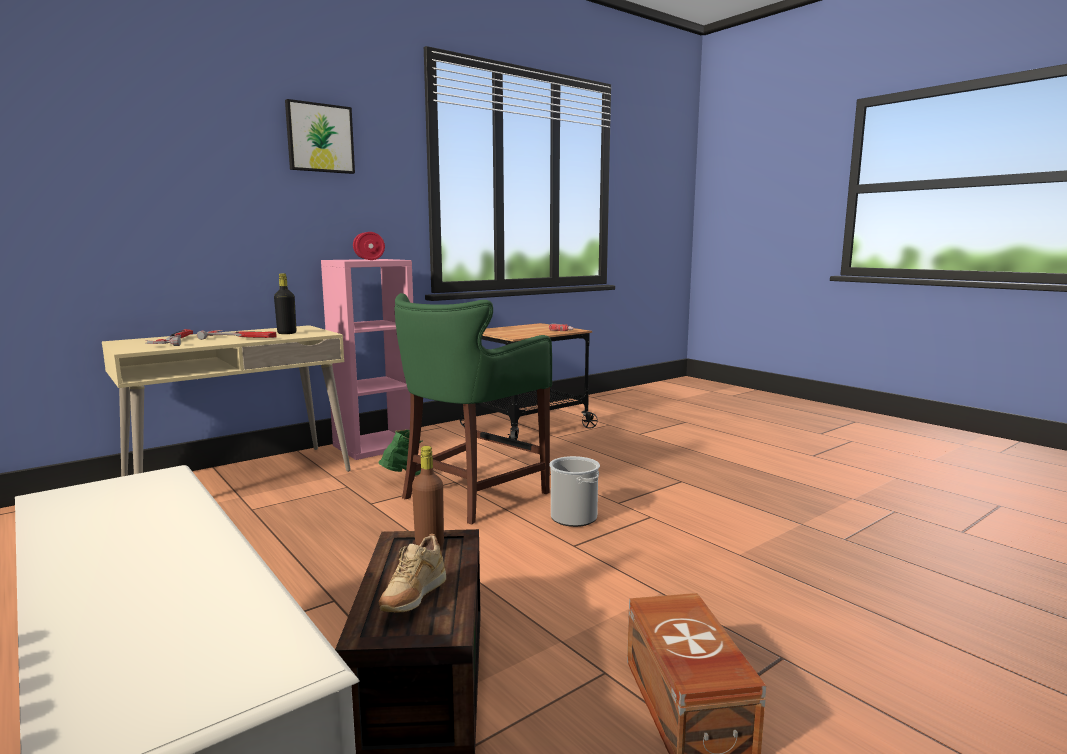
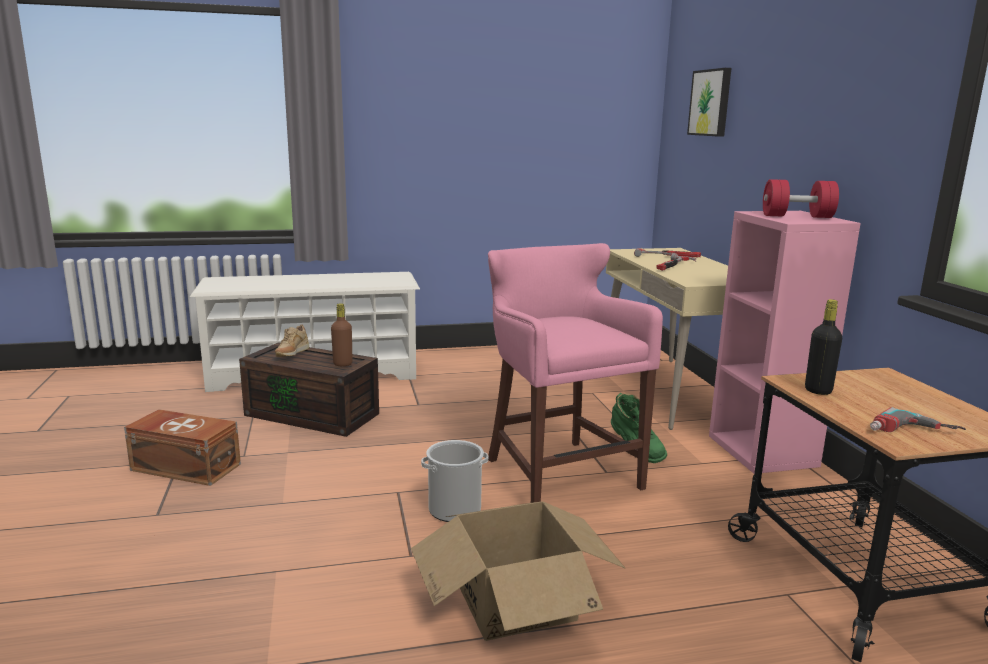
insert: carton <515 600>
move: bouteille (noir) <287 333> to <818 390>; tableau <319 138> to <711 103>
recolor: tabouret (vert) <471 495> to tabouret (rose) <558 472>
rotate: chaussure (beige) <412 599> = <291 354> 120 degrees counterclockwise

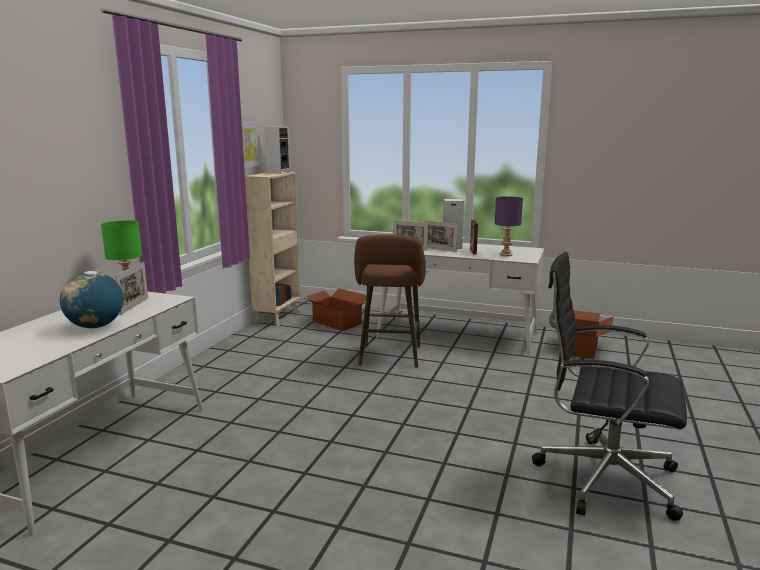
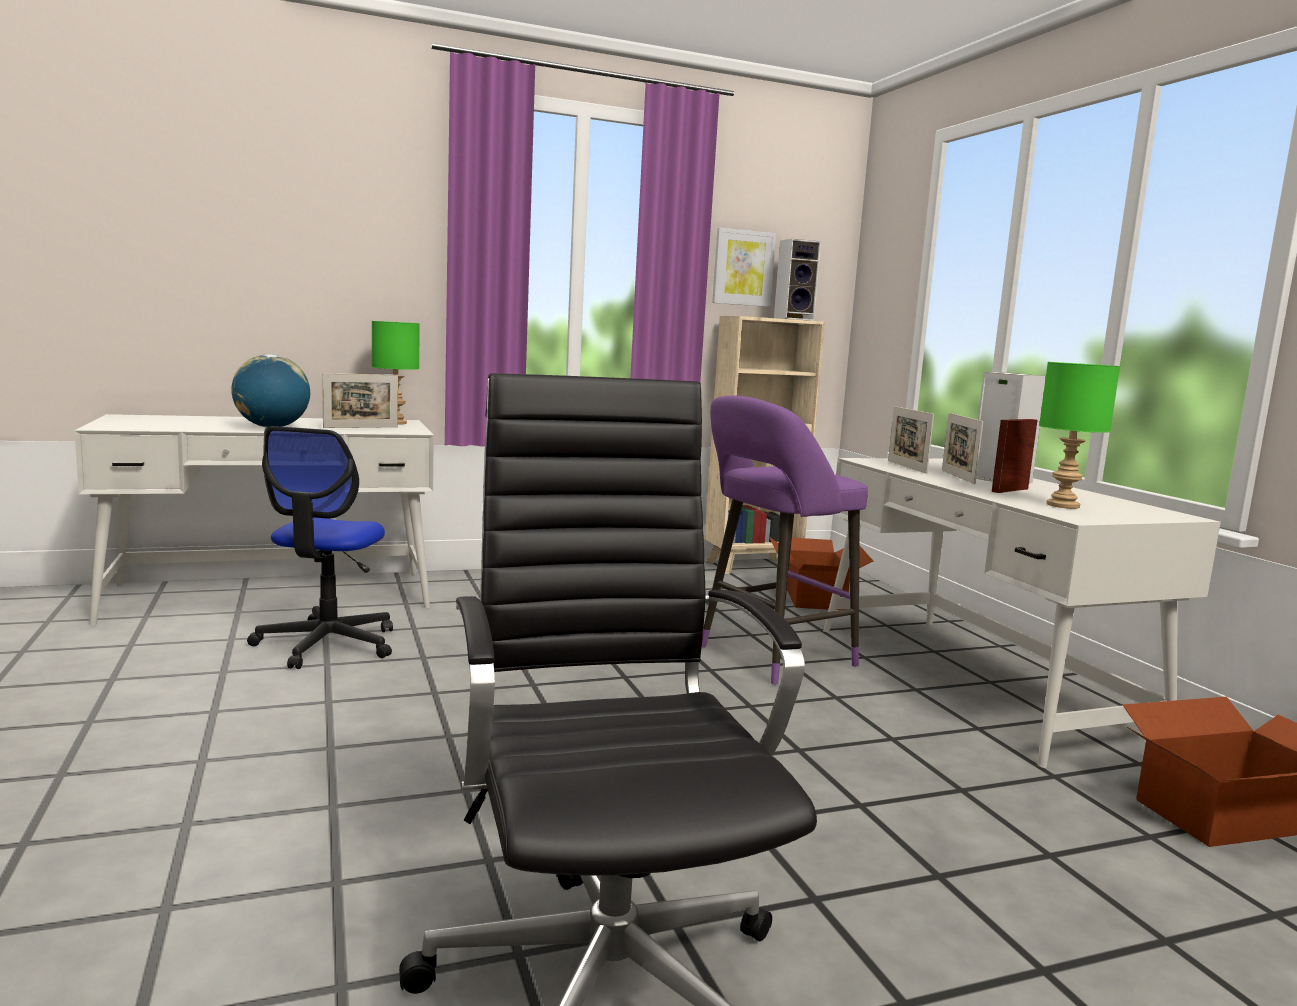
insert: chaise de bureau <327 644>
recolor: tabouret (marron) <389 357> to tabouret (violet) <770 657>; lampe de table (violet) <505 254> to lampe de table (vert) <1062 505>

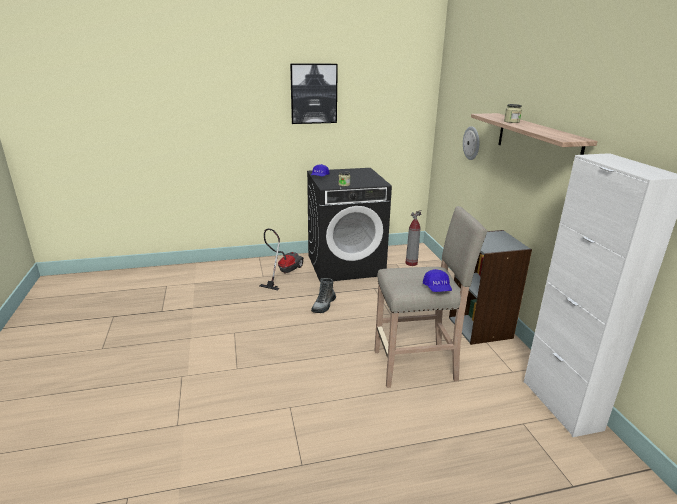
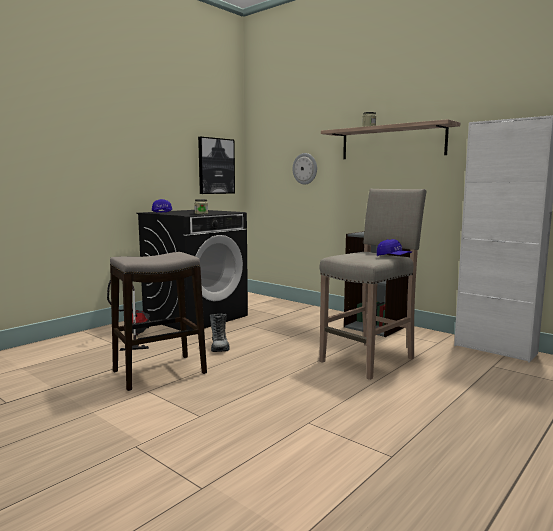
delete: extincteur <411 263>
insert: tabouret <159 372>
move: tableau <313 93> to <216 166>

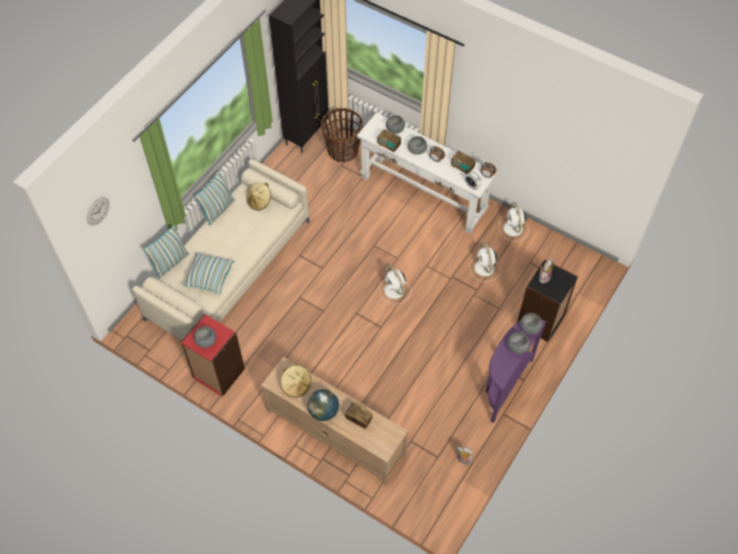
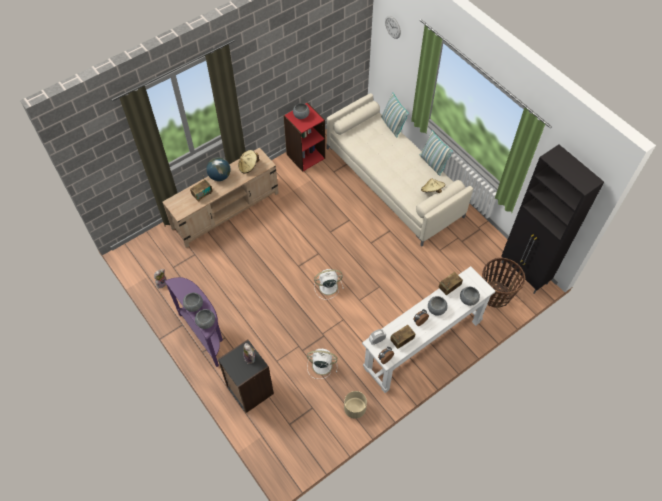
delete: coussin <209 277>
replace: ventilateur (blanc) <513 229> to cache-pot (beige) <354 409>

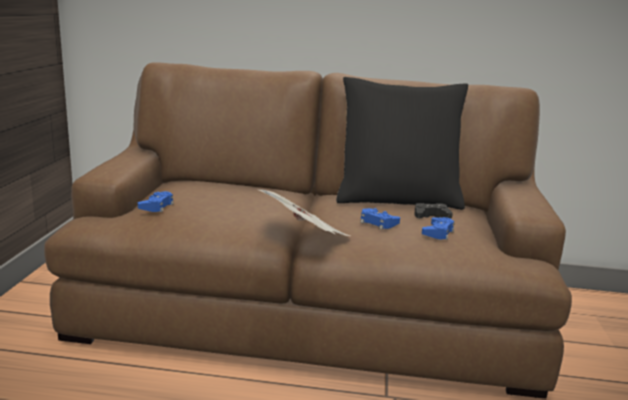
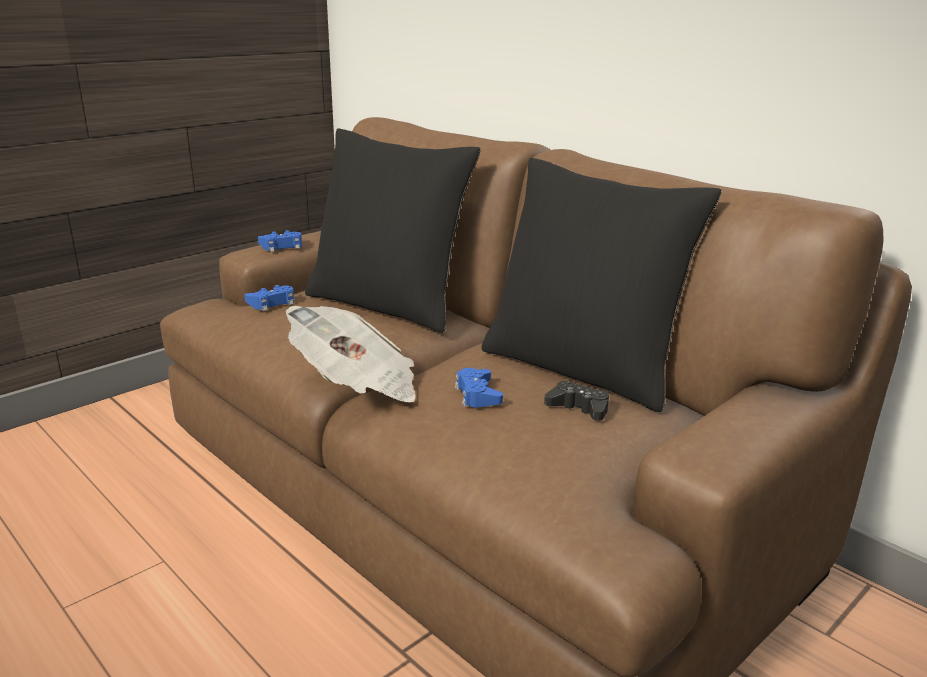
insert: coussin (noir) <389 304>
move: manette (bleu) <438 233> to <282 246>

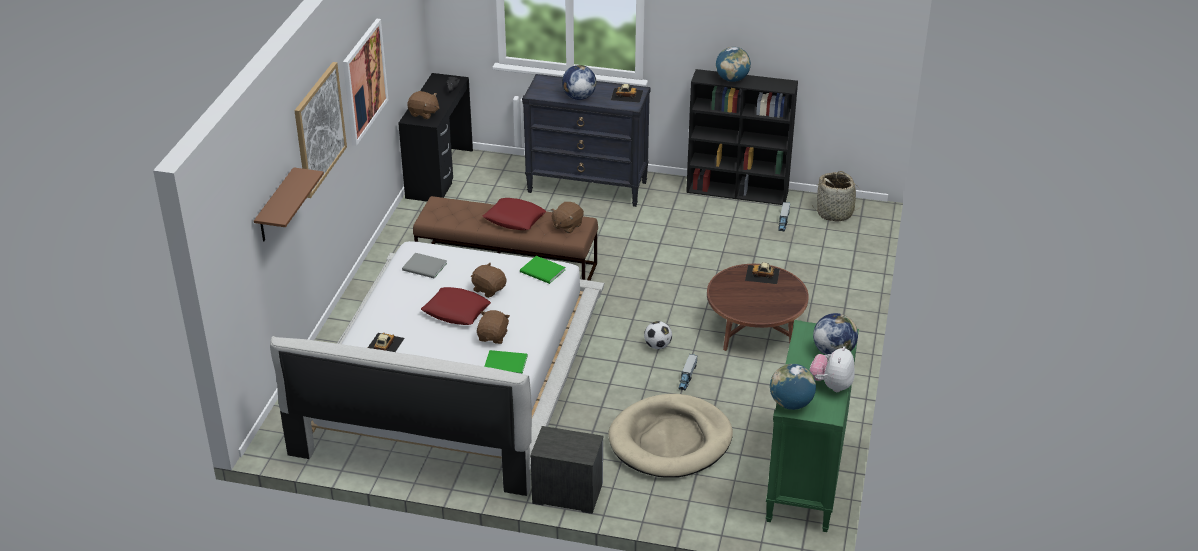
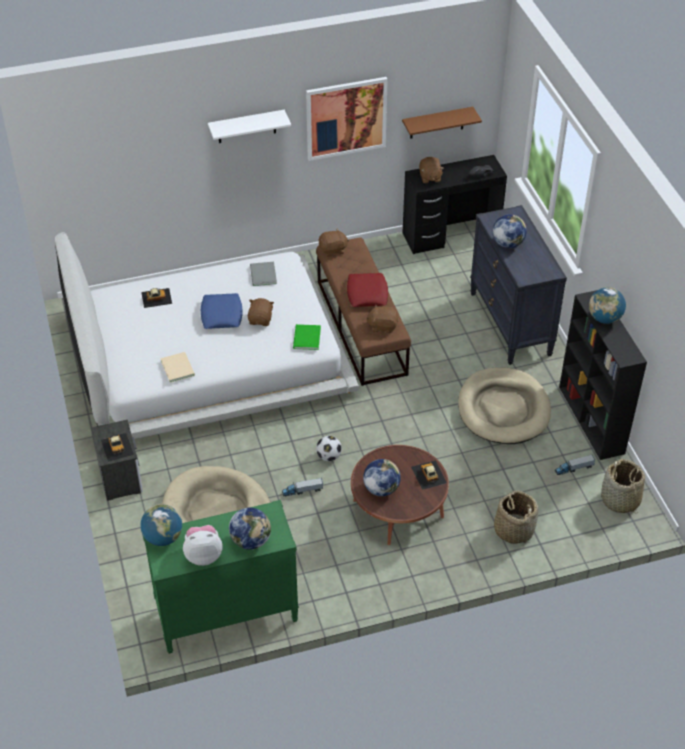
insert: globe <381 489>; panier pour chien (beige) <503 409>; panier <513 529>
move: étagère (marron) <275 207> to <437 123>; peluche (marron) <493 336> to <333 250>; petite voiture <626 95> to <117 446>
replace: tableau <319 129> to étagère (blanc) <246 126>
recolor: coussin (rouge) <456 311> to coussin (bleu) <221 315>; livre (vert) <504 363> to livre (beige) <178 367>

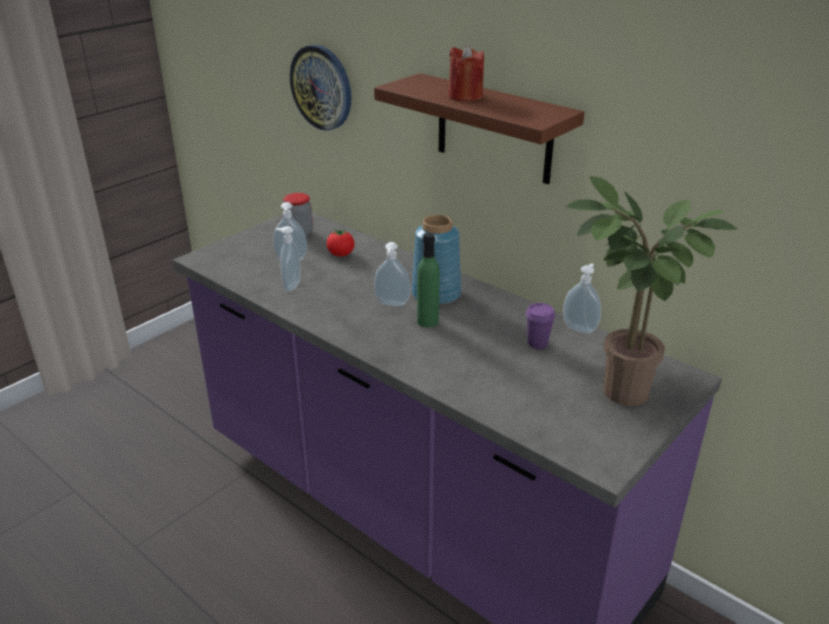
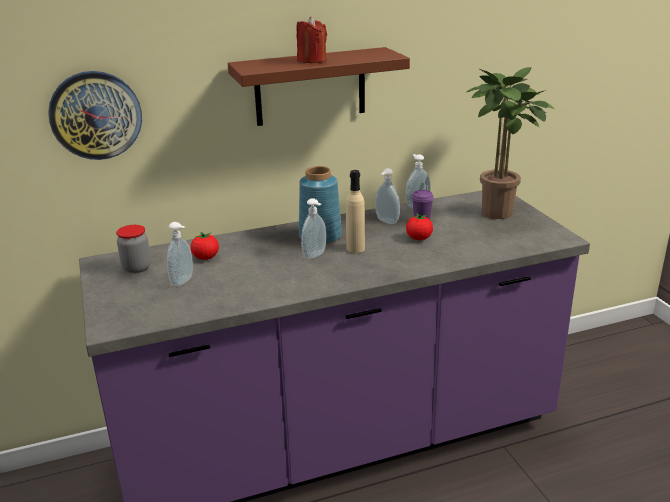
insert: tomate <419 238>
move: distributeur de savon <290 286> to <386 221>
recolor: bouteille (vert) <427 321> to bouteille (beige) <355 248>

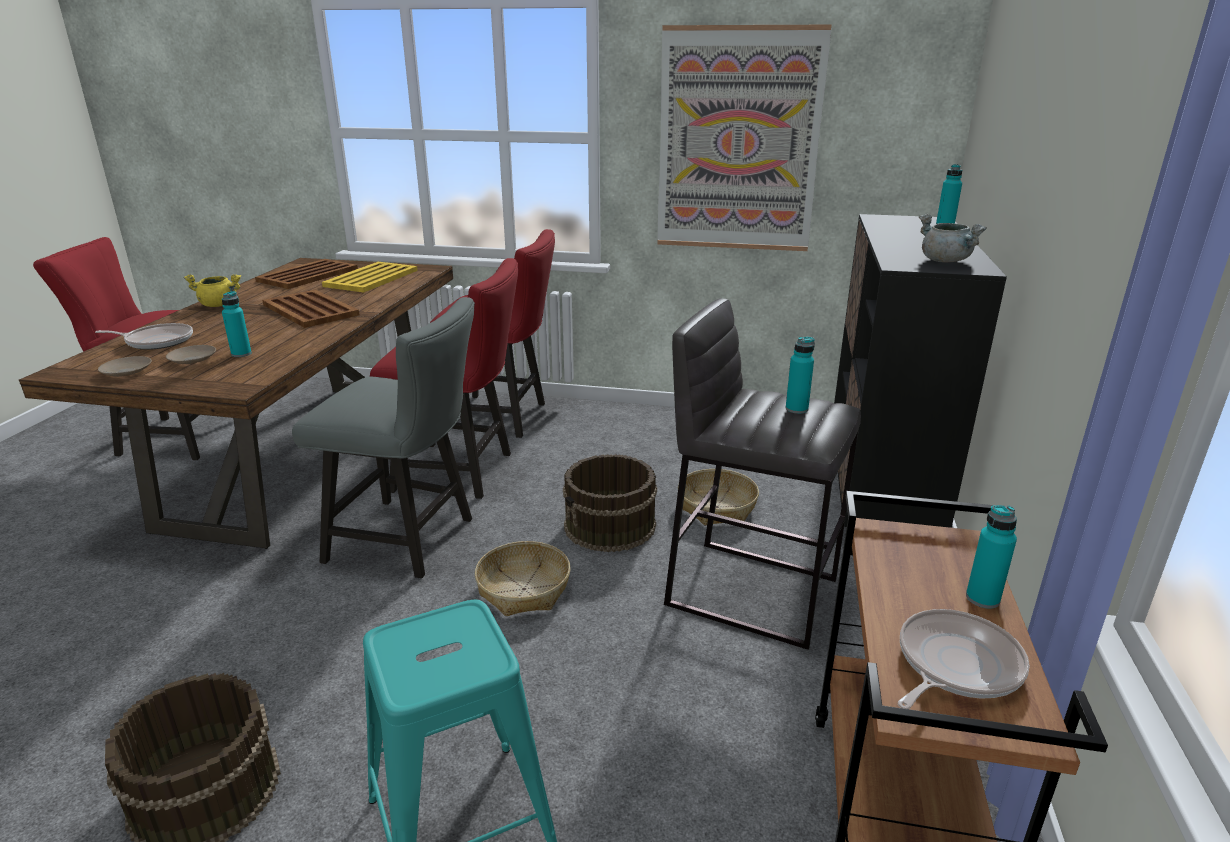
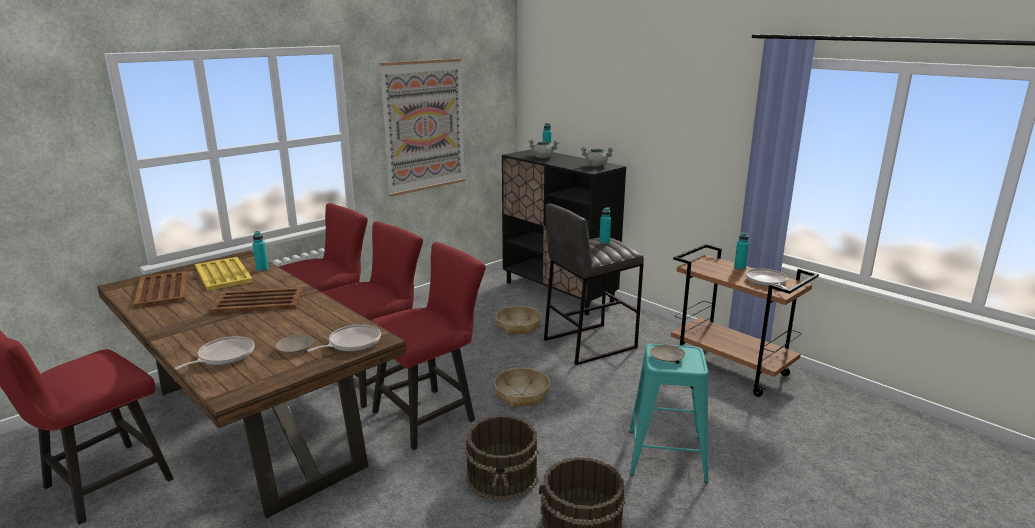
delete: marmite (jaune) <219 305>
insert: poêle <352 343>; marmite (gris) <543 157>
move: assiette (beige) <126 372> to <667 357>; bouteille (turquoise) <241 354> to <262 269>; seau (marron) <610 526> to <503 475>
recolor: chaise (gris) <411 540> to chaise (rouge) <430 414>

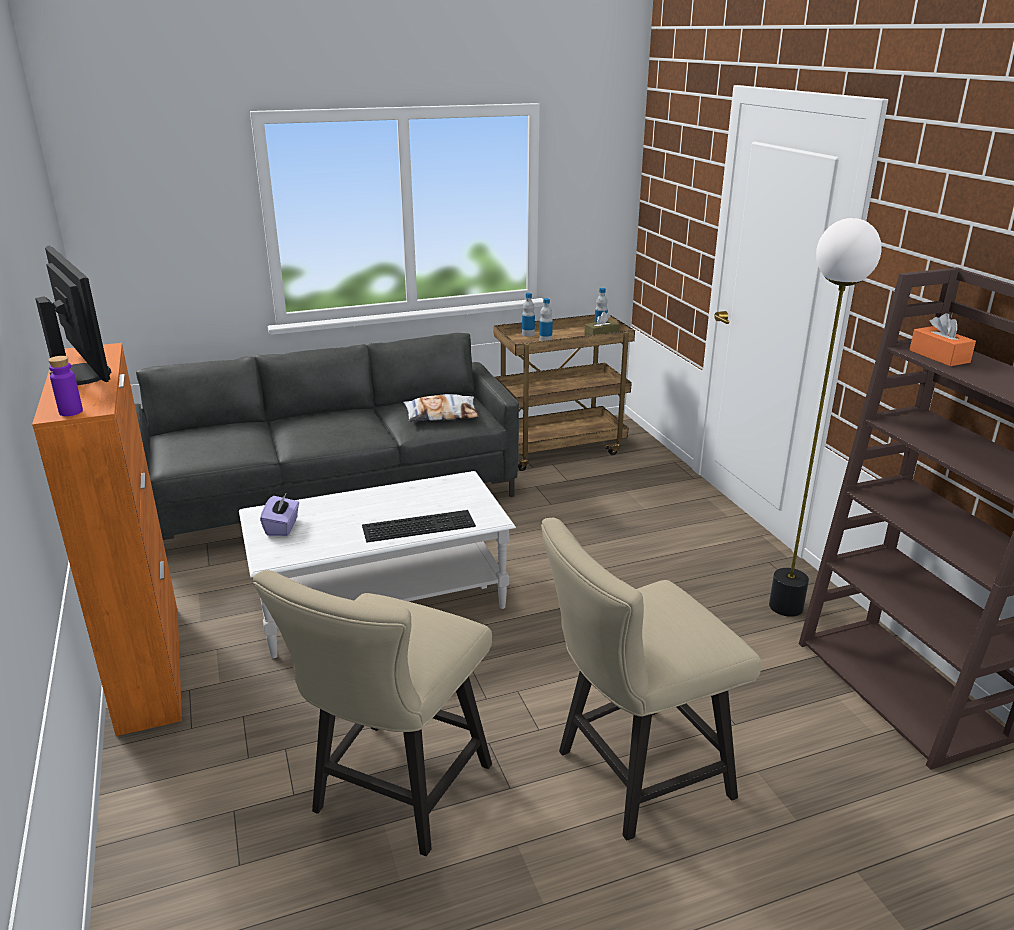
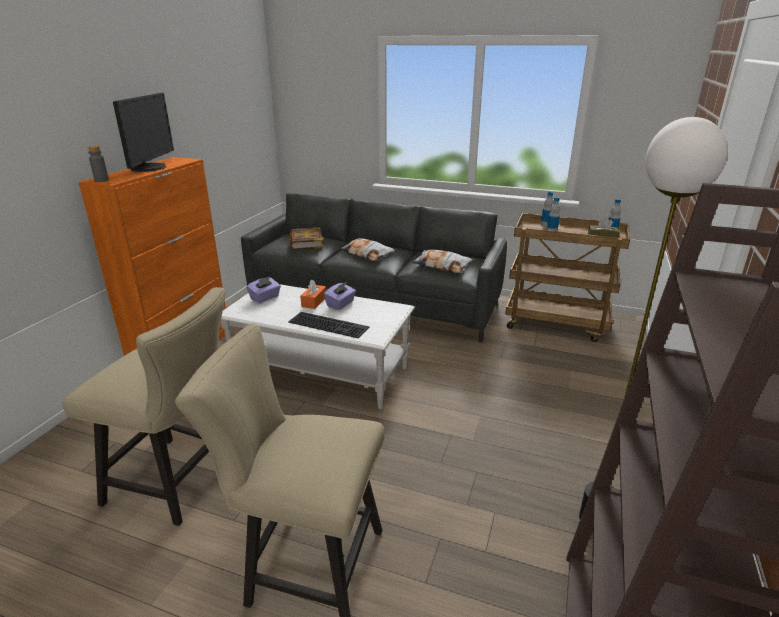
insert: livre <306 242>; boîte à mouchoirs (violet) <340 304>; coussin <366 254>
move: boîte à mouchoirs (orange) <939 356> to <314 302>
recolor: bouteille (violet) <71 412> to bouteille (gris) <101 180>
rotate: chaise (beige) <394 796> = <179 483> 135 degrees counterclockwise

